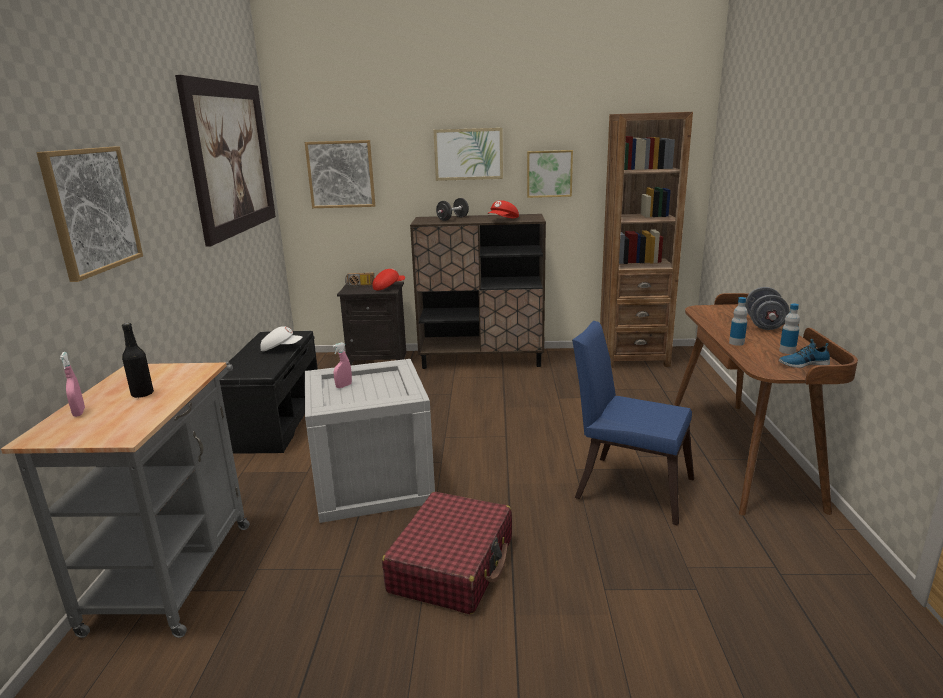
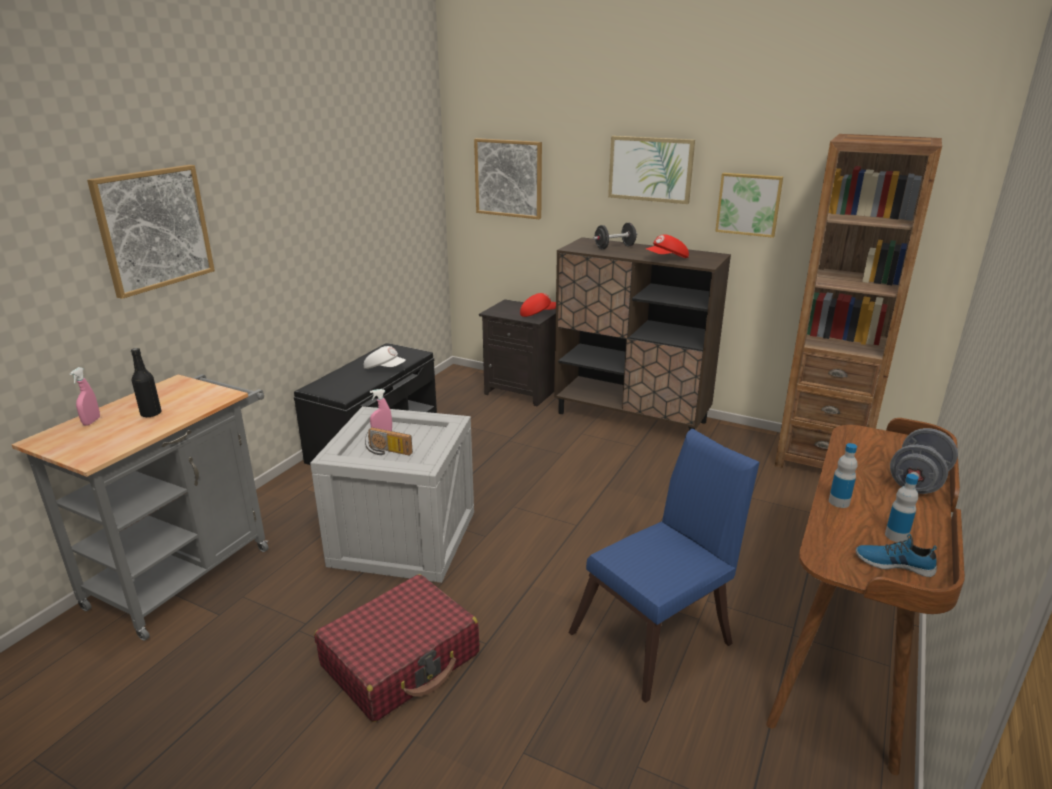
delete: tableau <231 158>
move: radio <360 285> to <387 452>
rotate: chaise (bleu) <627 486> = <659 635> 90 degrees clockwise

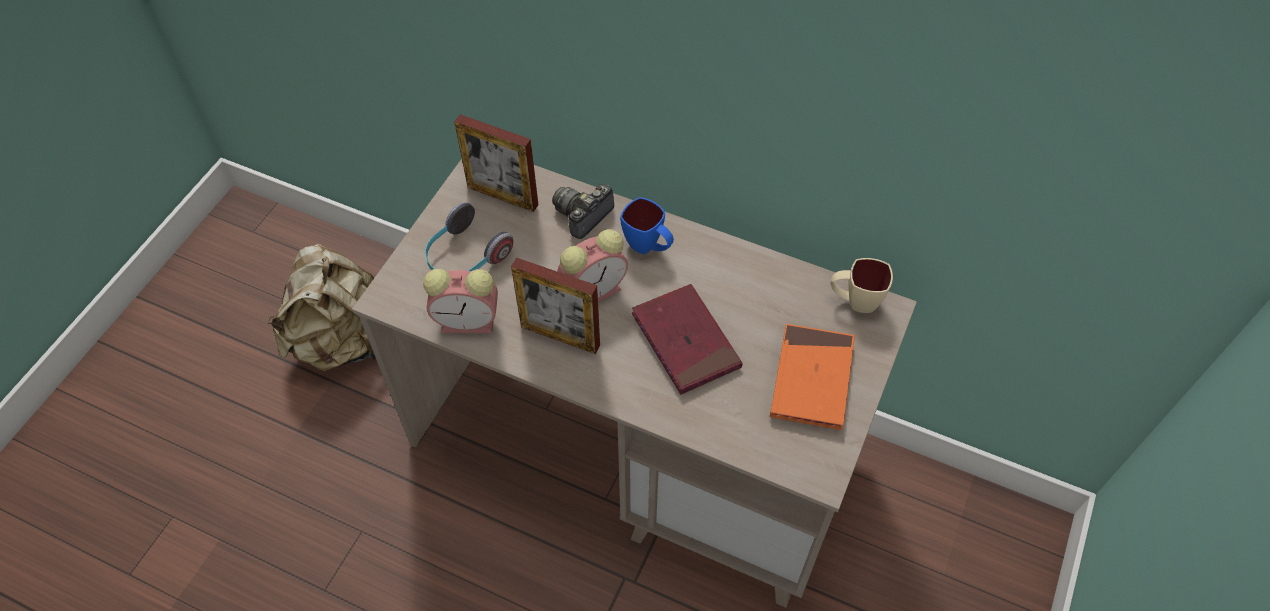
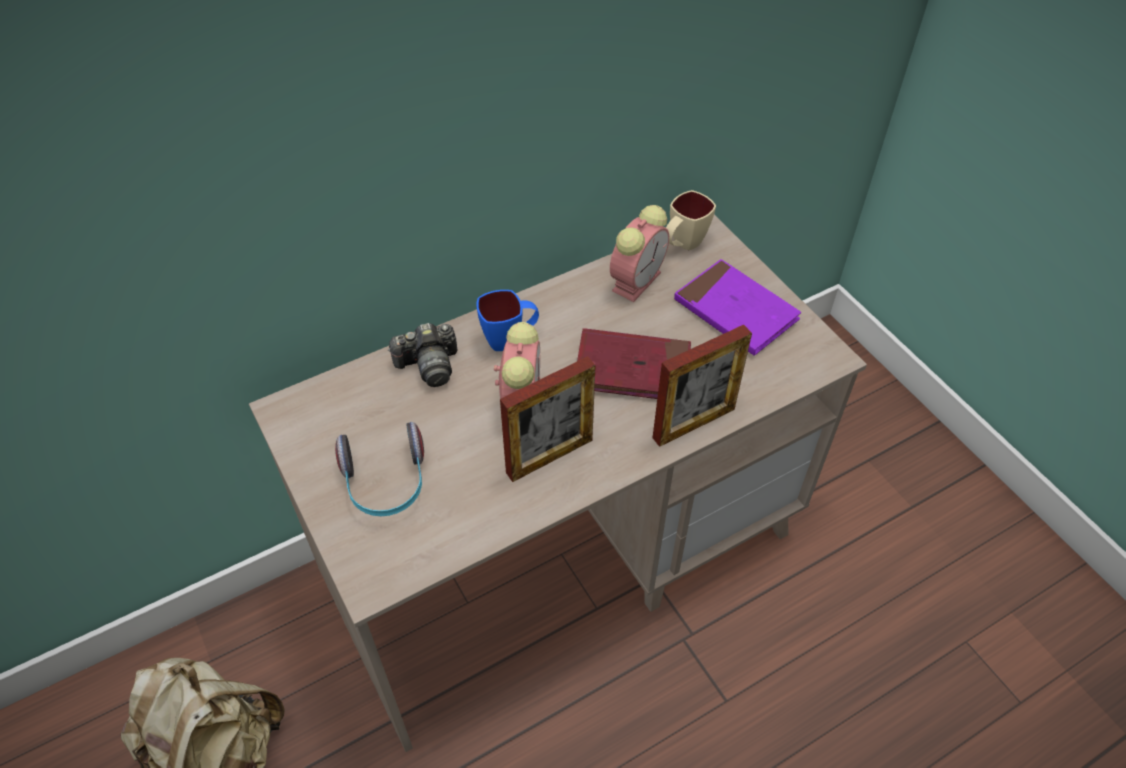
move: réveil <470 321> to <637 280>; cadre photo <502 196> to <693 423>
recolor: livre (orange) <812 379> to livre (violet) <735 311>
rotate: appareil photo <583 215> = <428 365> 90 degrees counterclockwise

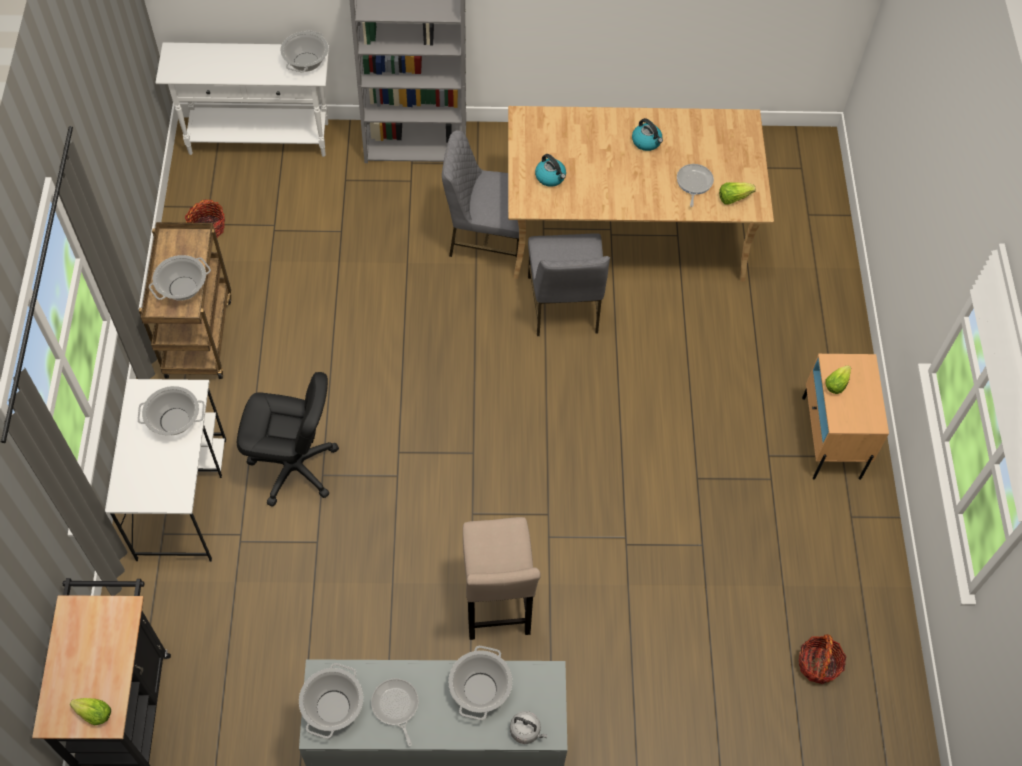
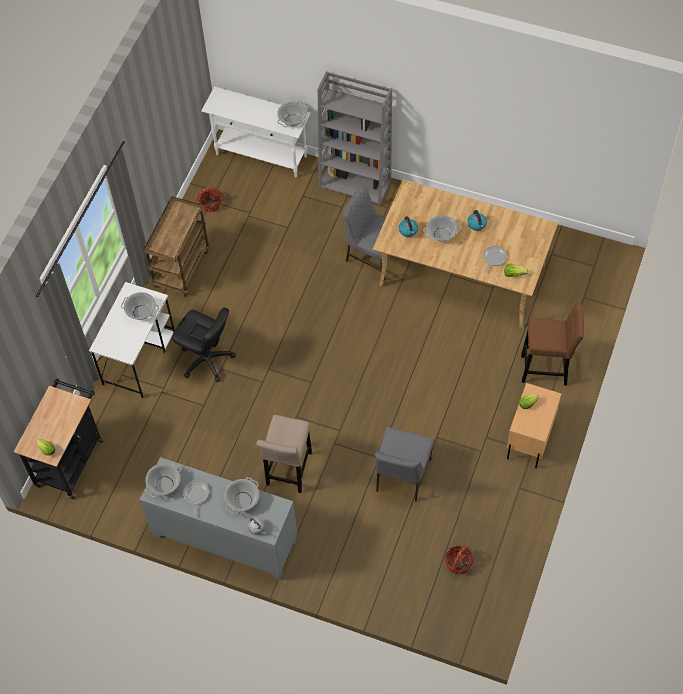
insert: tabouret (marron) <547 369>
move: marmite <183 288> to <441 235>; chaise (gris) <564 306> to <402 475>

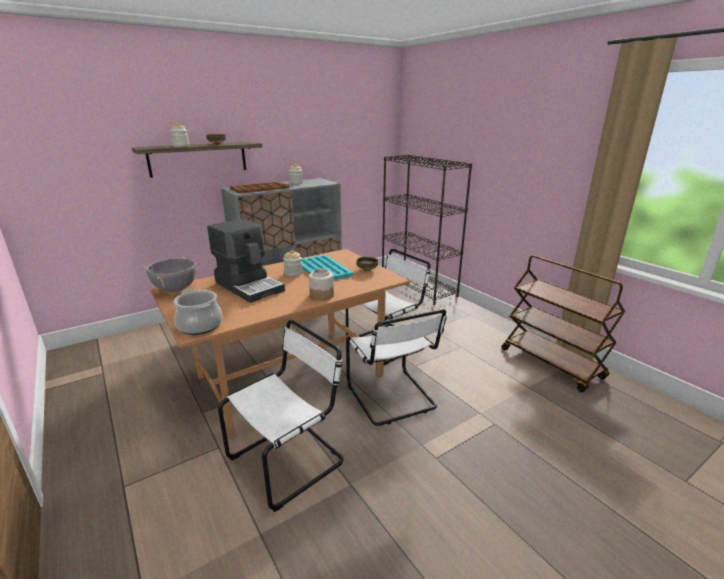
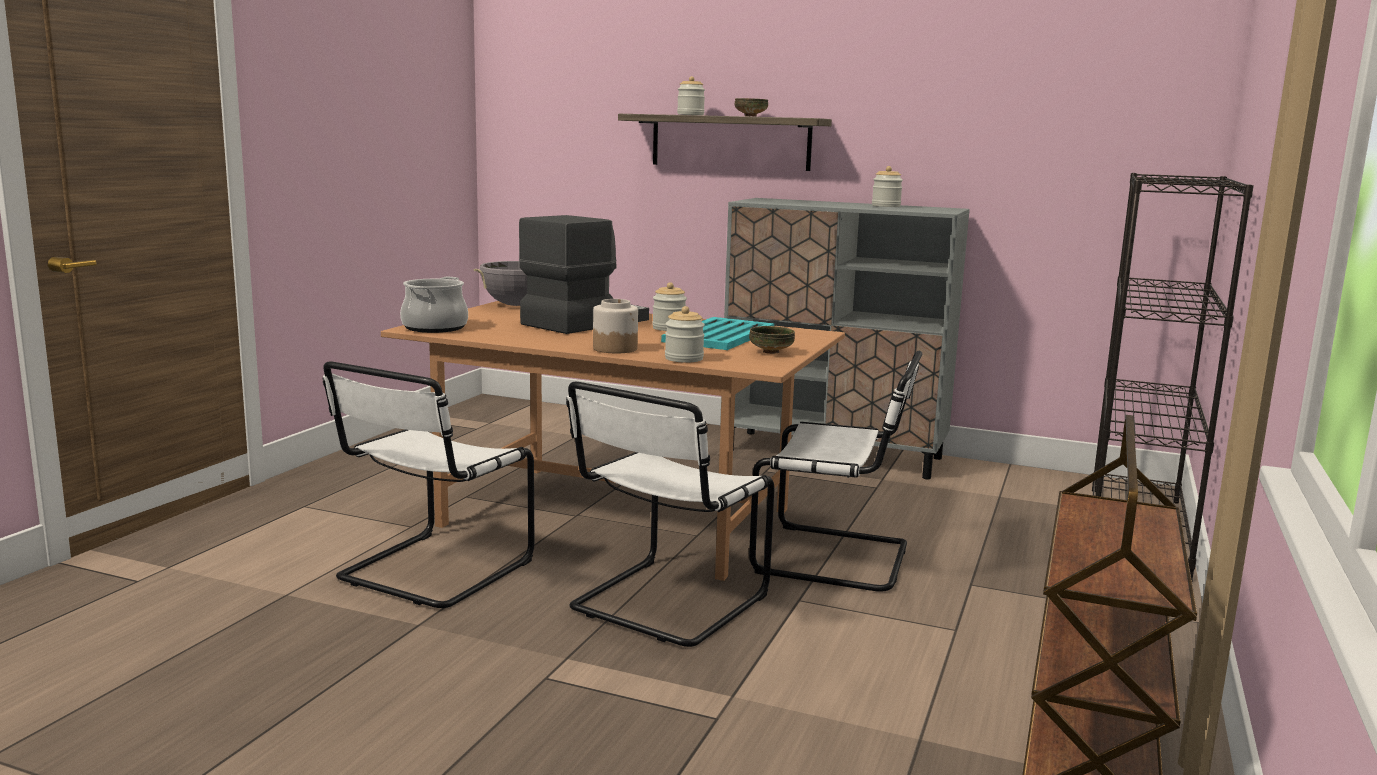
delete: plateau (marron) <260 188>
insert: bocal <684 359>
rotate: machine à café <249 286> = <583 322> 150 degrees counterclockwise; chaise (blanc) <290 459> = <431 572> 105 degrees clockwise

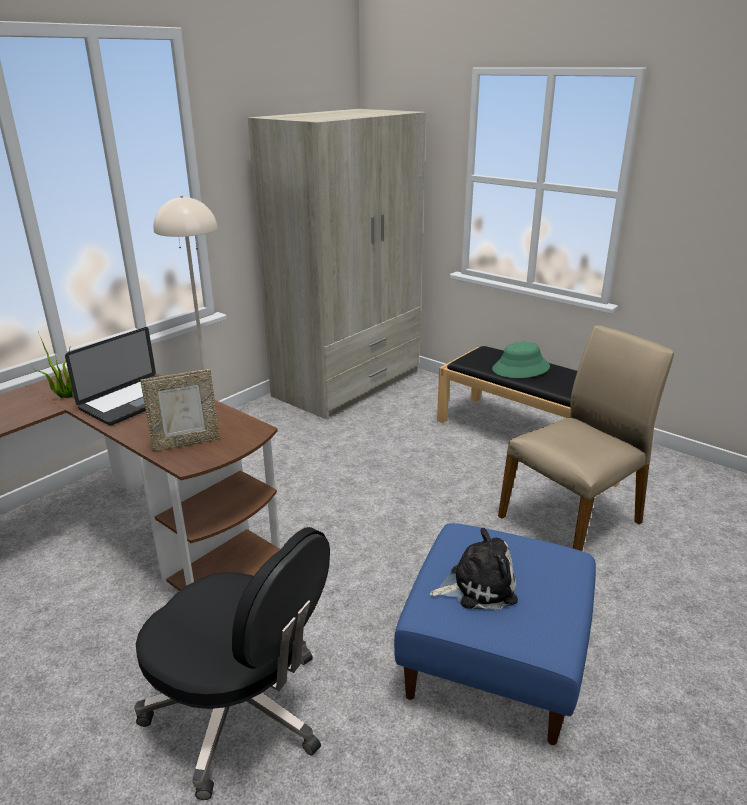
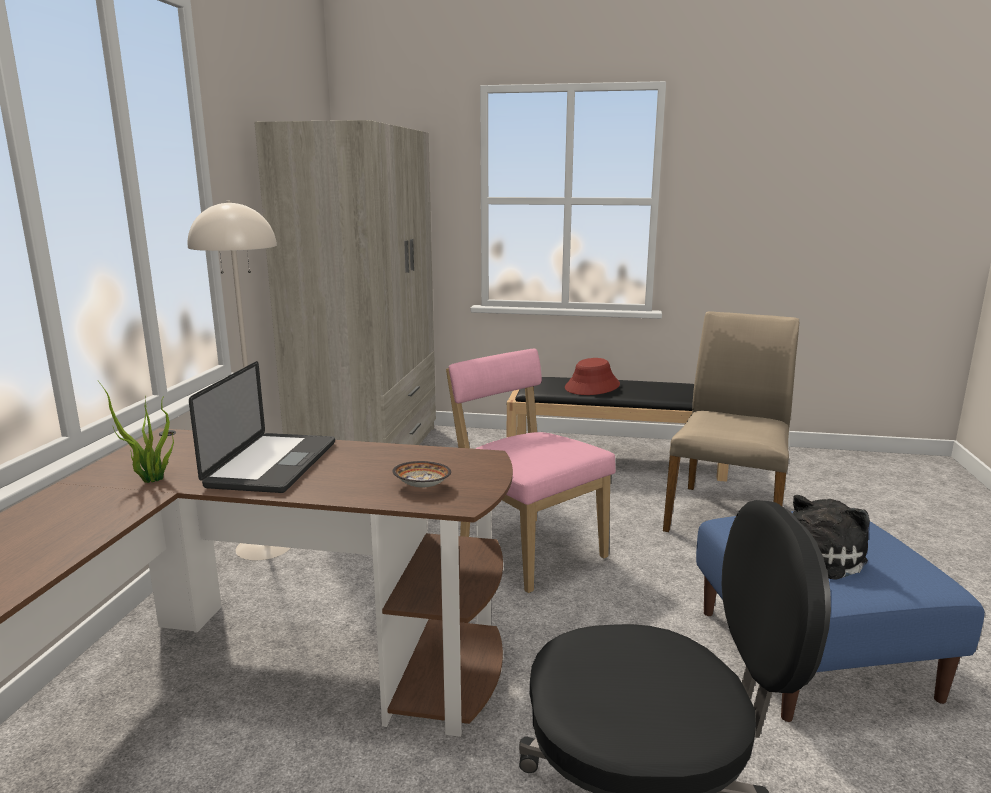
insert: chaise (rose) <527 550>
replace: cadre photo <186 443> to bol <421 485>
recolor: chapeau (vert) <521 368> to chapeau (rouge) <592 387>

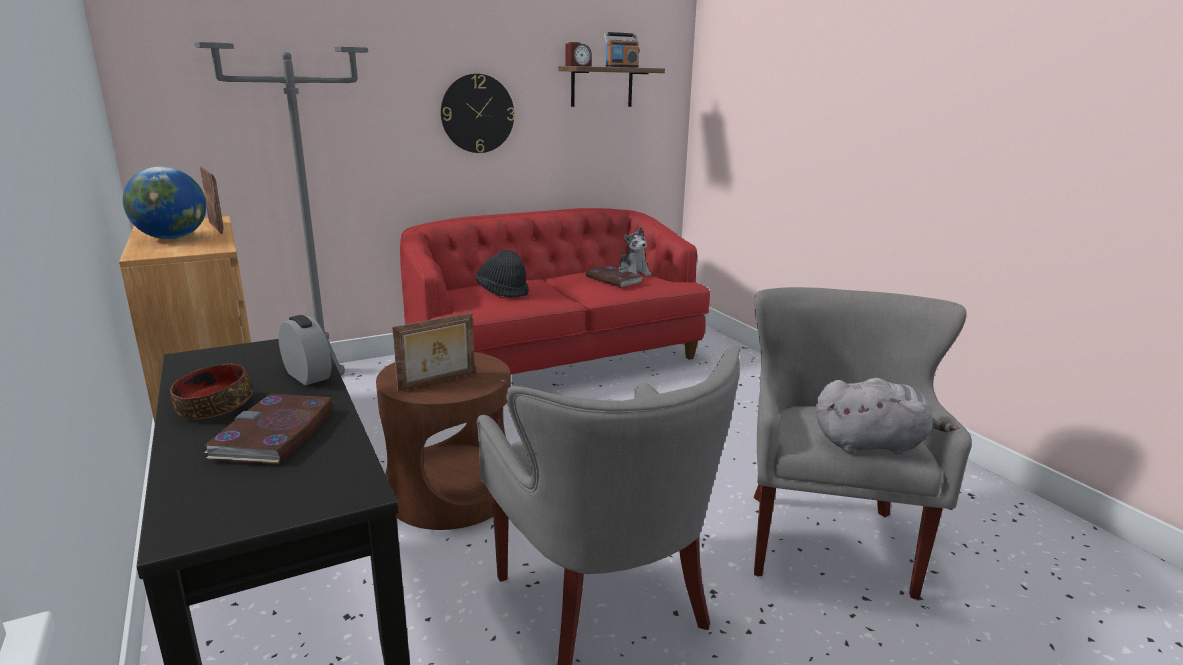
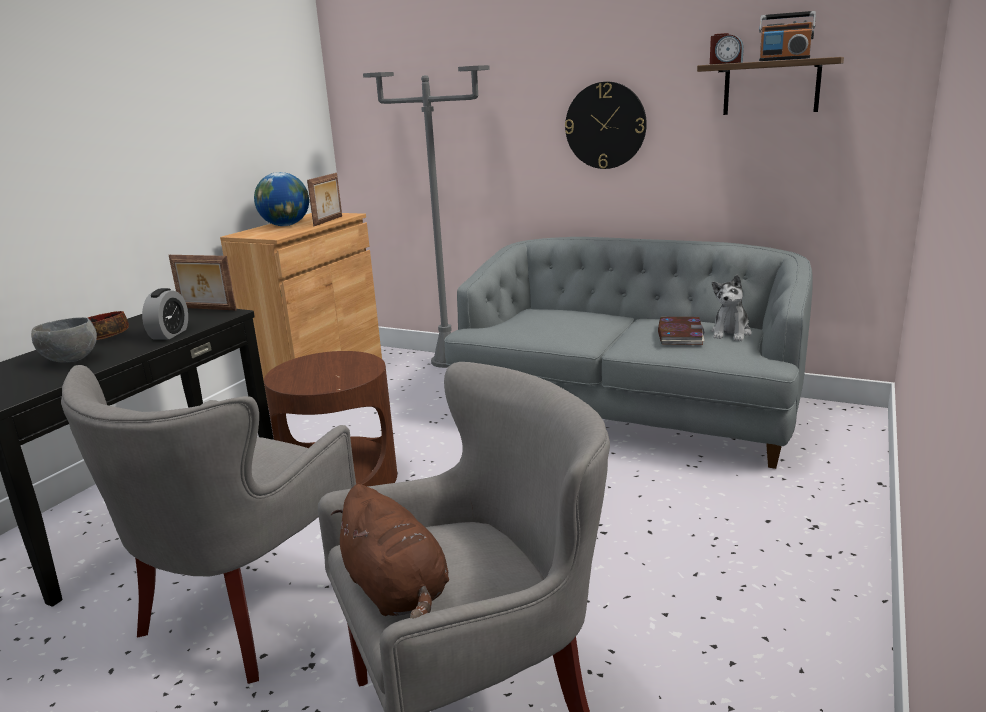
delete: chapeau (noir) <503 291>
move: cadre photo <438 382> to <206 309>
replace: livre <275 434> to bol (gris) <71 360>
recolor: canapé (rouge) <554 359> to canapé (gris) <626 411>; peluche (gris) <873 444> to peluche (marron) <397 591>

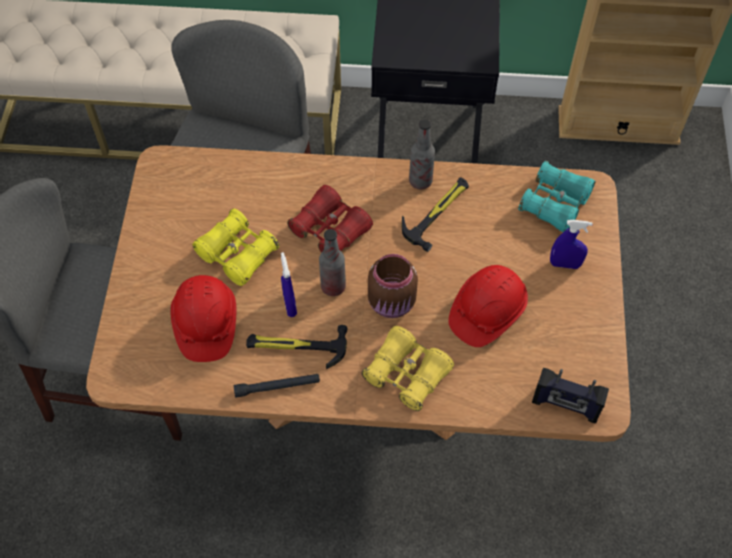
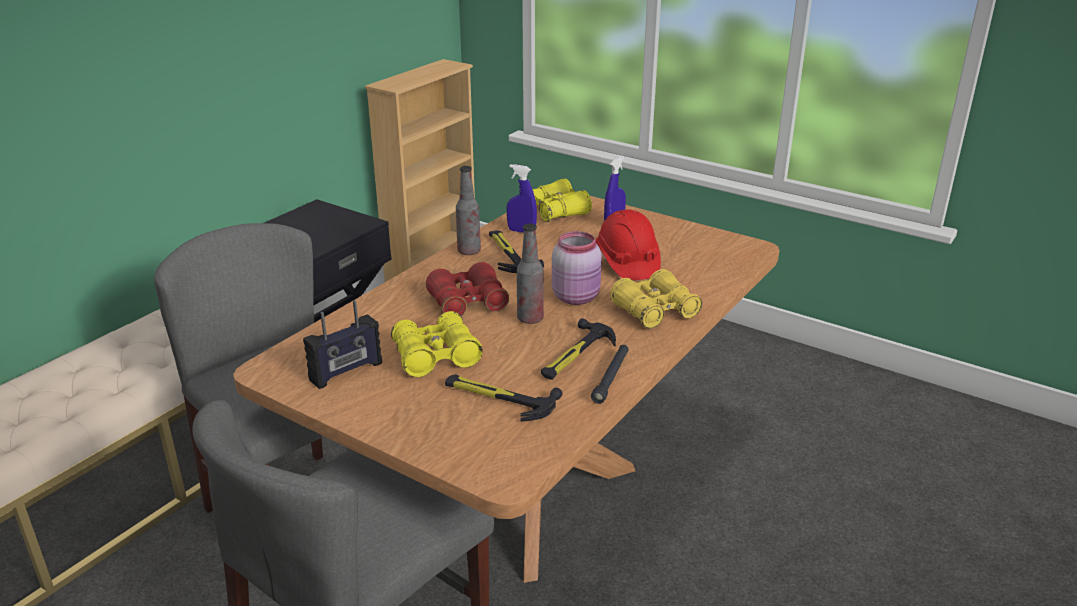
move: vaporisateur (bleu) <290 305> to <521 231>; radio <565 405> to <346 372>
replace: casque de chantier (rouge) <205 324> to marteau <498 398>
recolor: bocal (marron) <392 303> to bocal (rose) <577 297>; jumelles (turquoise) <555 204> to jumelles (jaune) <556 211>

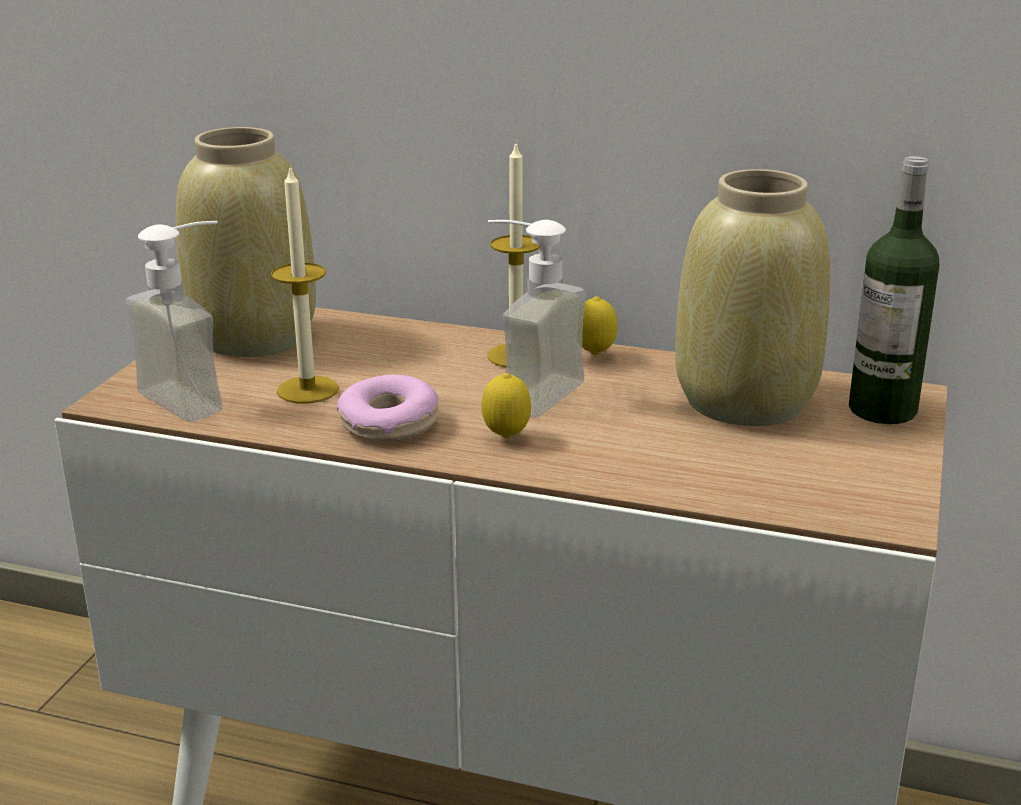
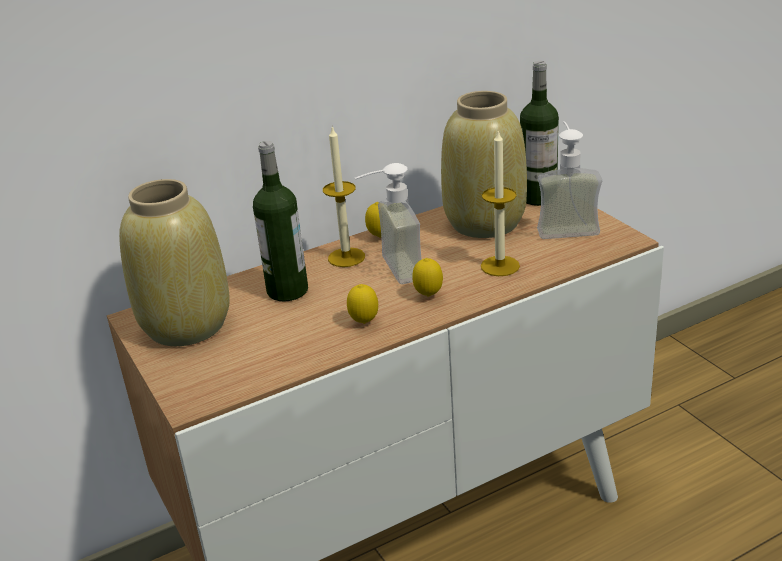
insert: bouteille <287 291>
move: distributeur de savon <198 396> to <566 226>; bougie <307 390> to <500 266>
replace: beignet <388 424> to citron <364 323>

